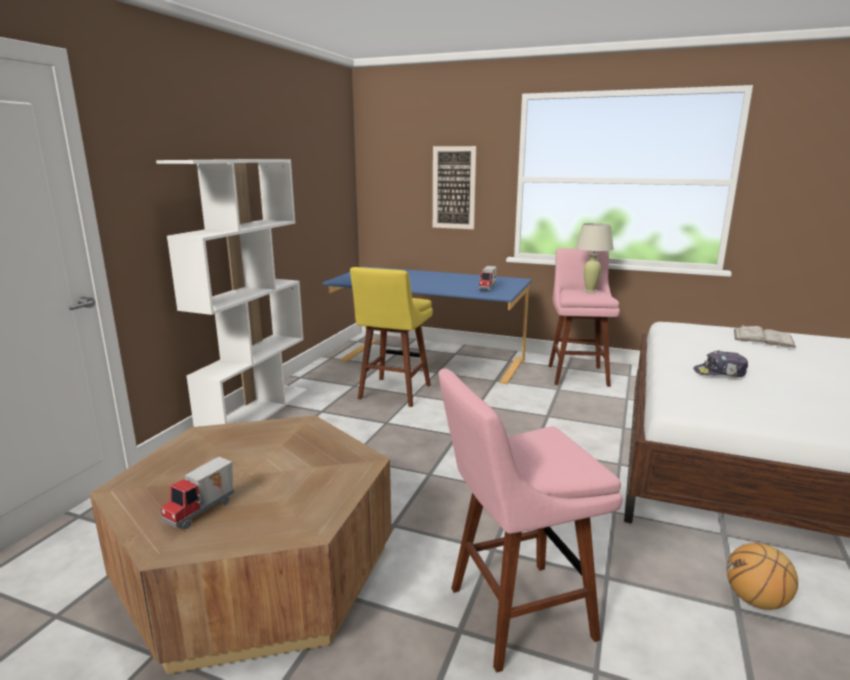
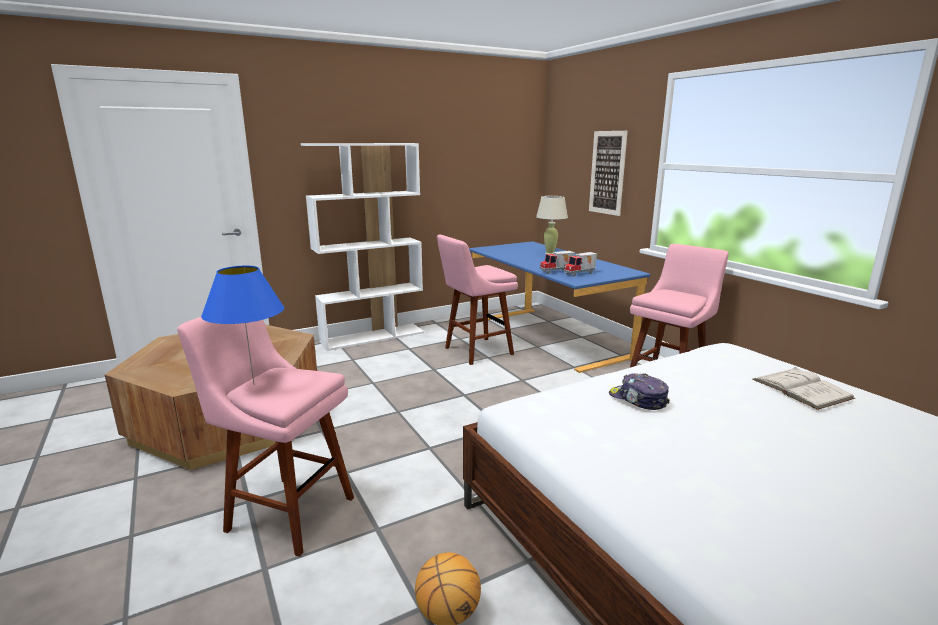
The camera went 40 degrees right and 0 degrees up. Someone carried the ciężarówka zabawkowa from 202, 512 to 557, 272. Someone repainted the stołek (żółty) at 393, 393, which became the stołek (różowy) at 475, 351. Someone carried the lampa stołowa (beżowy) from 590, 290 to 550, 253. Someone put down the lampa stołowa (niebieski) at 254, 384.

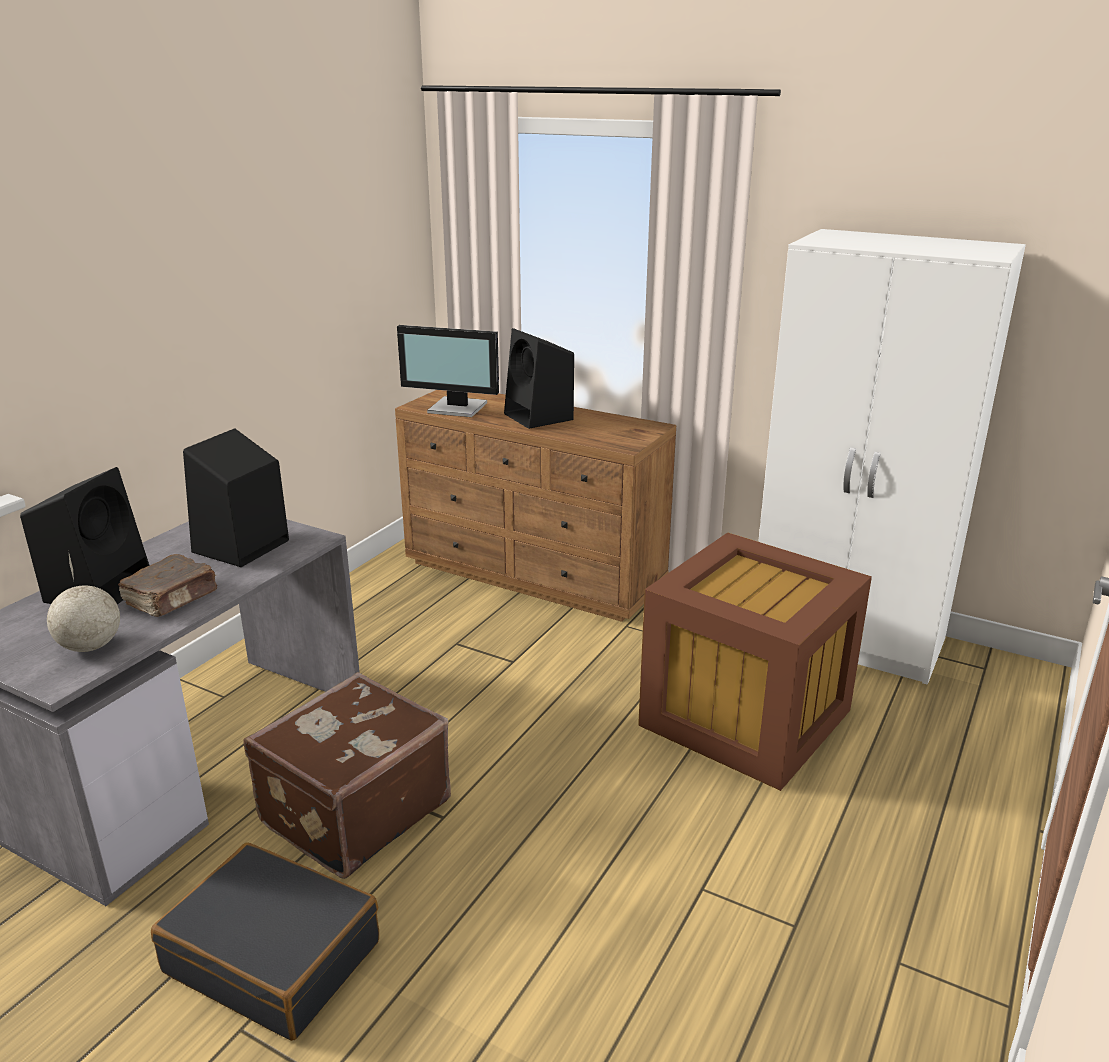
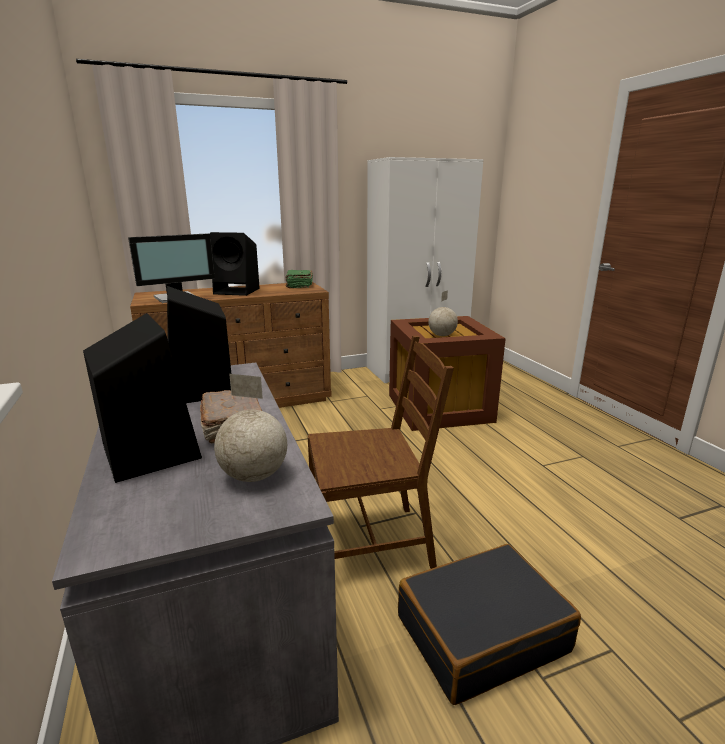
The camera went 50 degrees left and 5 degrees down. Someone swapped the walizka (brązowy) at 352, 811 for the krzesło (brązowy) at 371, 543. Someone put down the książka (zielony) at 299, 285. Someone put down the globus at 442, 335.

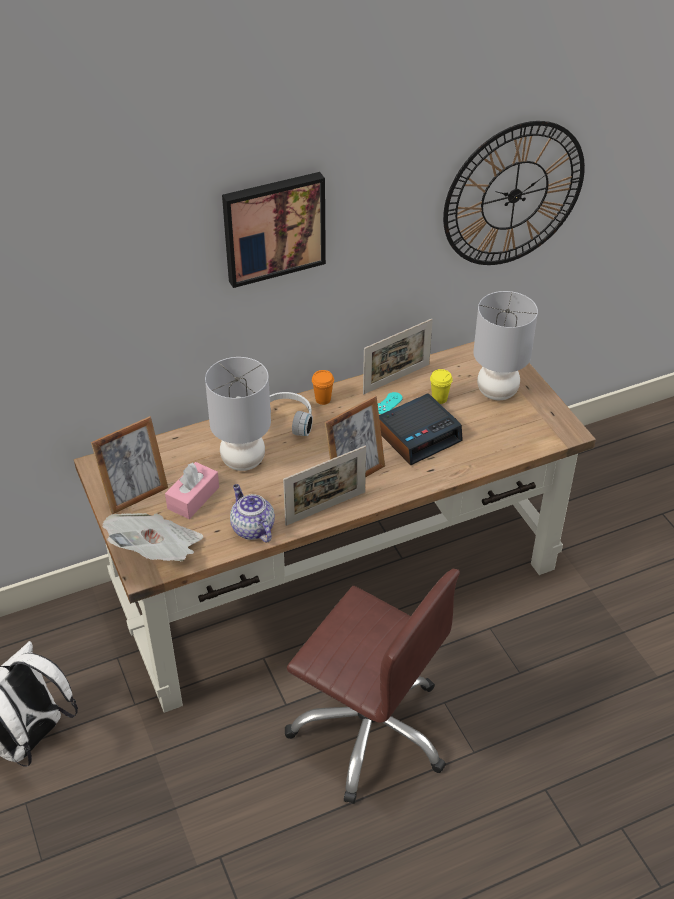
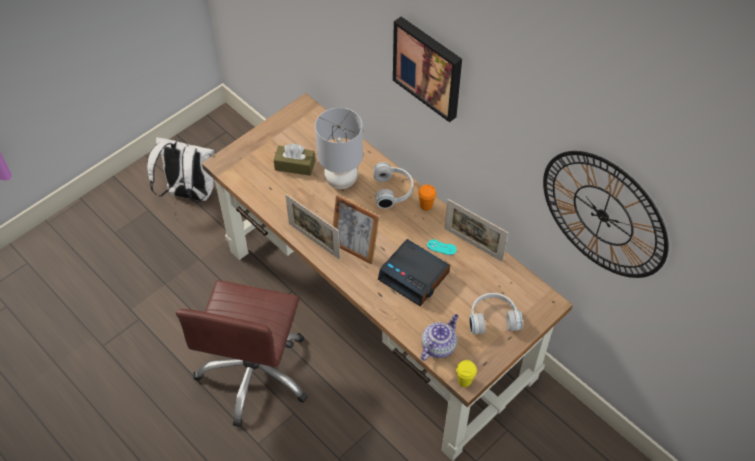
The camera went 70 degrees right and 10 degrees up. Someone took away the ramka na zdjęcie at 136, 495. Someone took away the gazeta at 157, 552. Someone repainted the pudełko chusteczek (różowy) at 193, 498, which became the pudełko chusteczek (brązowy) at 295, 165. Someone carried the imbryk from 252, 528 to 438, 345. Someone carried the filiżanka (żółty) from 439, 399 to 464, 381. Someone swapped the lampa stołowa (szary) at 497, 391 for the słuchawki (biały) at 492, 317.

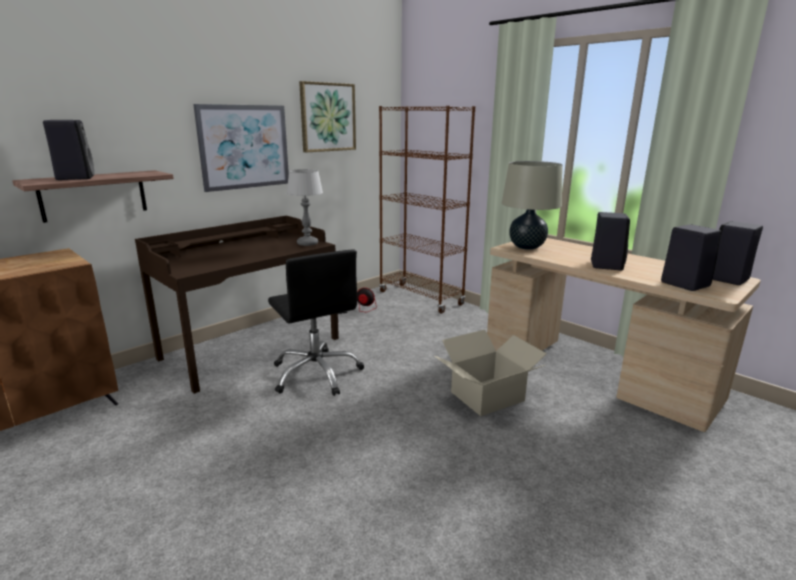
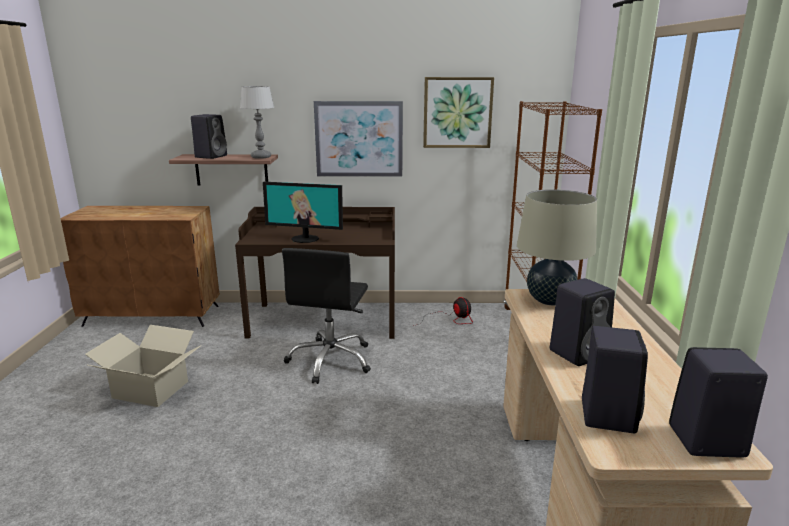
The camera went 45 degrees right and 0 degrees up. Someone carried the lampa stołowa from 308, 243 to 261, 157. Someone carried the karton from 488, 396 to 150, 390. Someone put down the monitor at 305, 238.

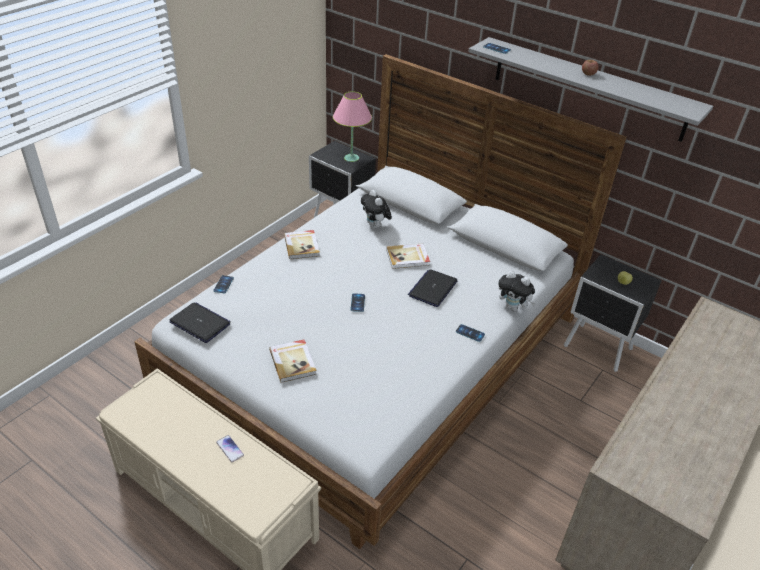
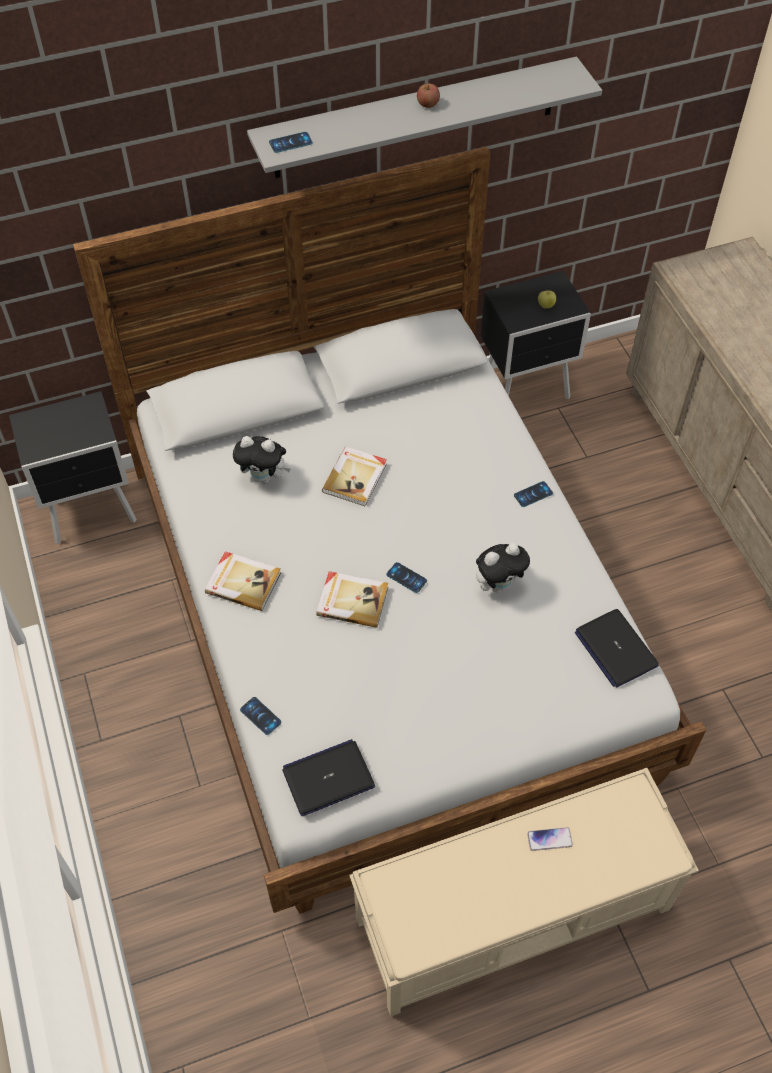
The camera went 55 degrees left and 15 degrees up. Someone carried the książka from 293, 362 to 352, 600. Someone took away the lampa stołowa (różowy) at 351, 158. Someone carried the laptop from 433, 288 to 615, 648. Someone carried the pluszak from 513, 307 to 499, 584.

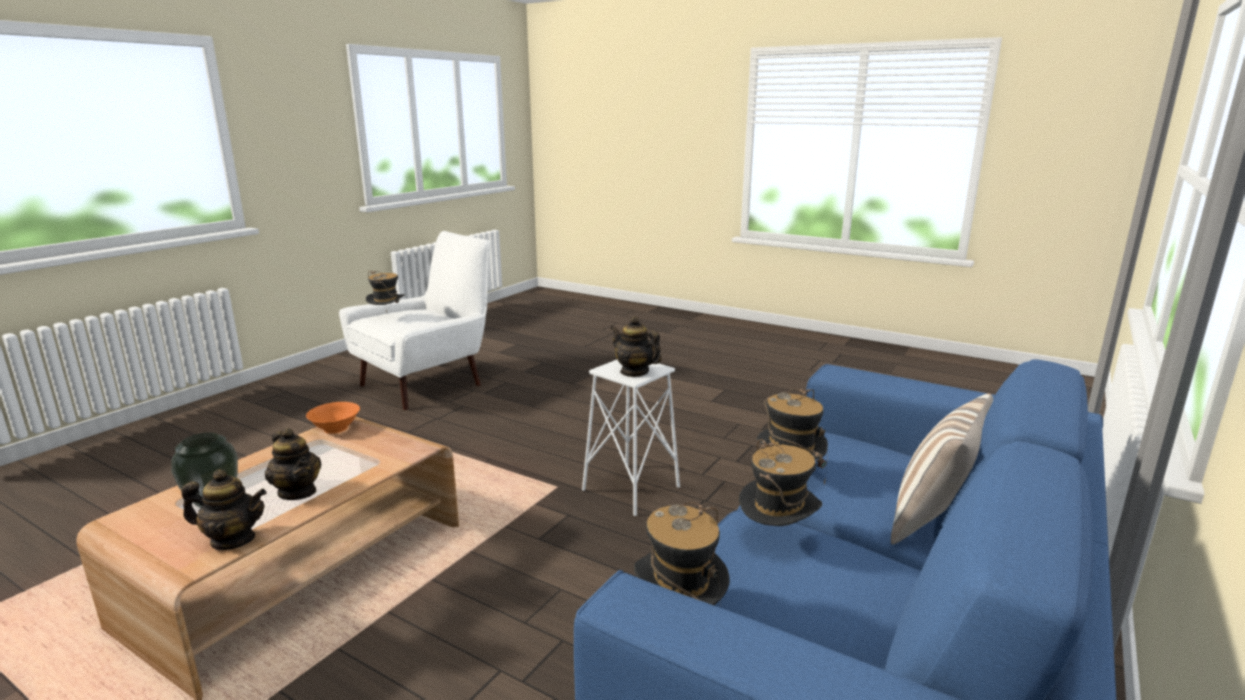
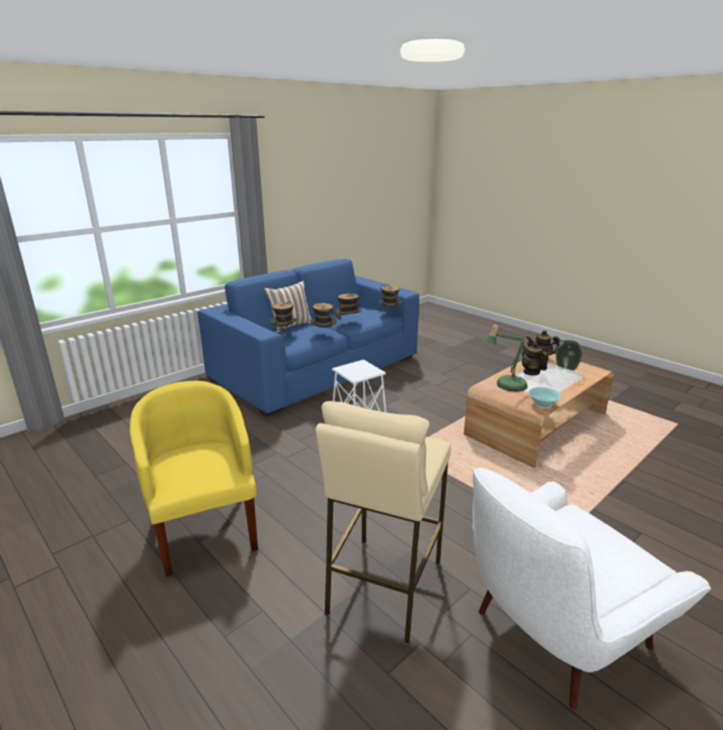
The camera went 165 degrees left and 5 degrees up. Someone repainted the miska (pomarańczowy) at 335, 428, which became the miska (turkusowy) at 543, 404. Someone carried the kapelusz from 387, 318 to 284, 335. Someone took away the imbryk at 634, 372. Someone put down the fotel (żółty) at 205, 529. Someone put down the stołek (beżowy) at 383, 587. Someone put down the lampa stołowa at 507, 385.

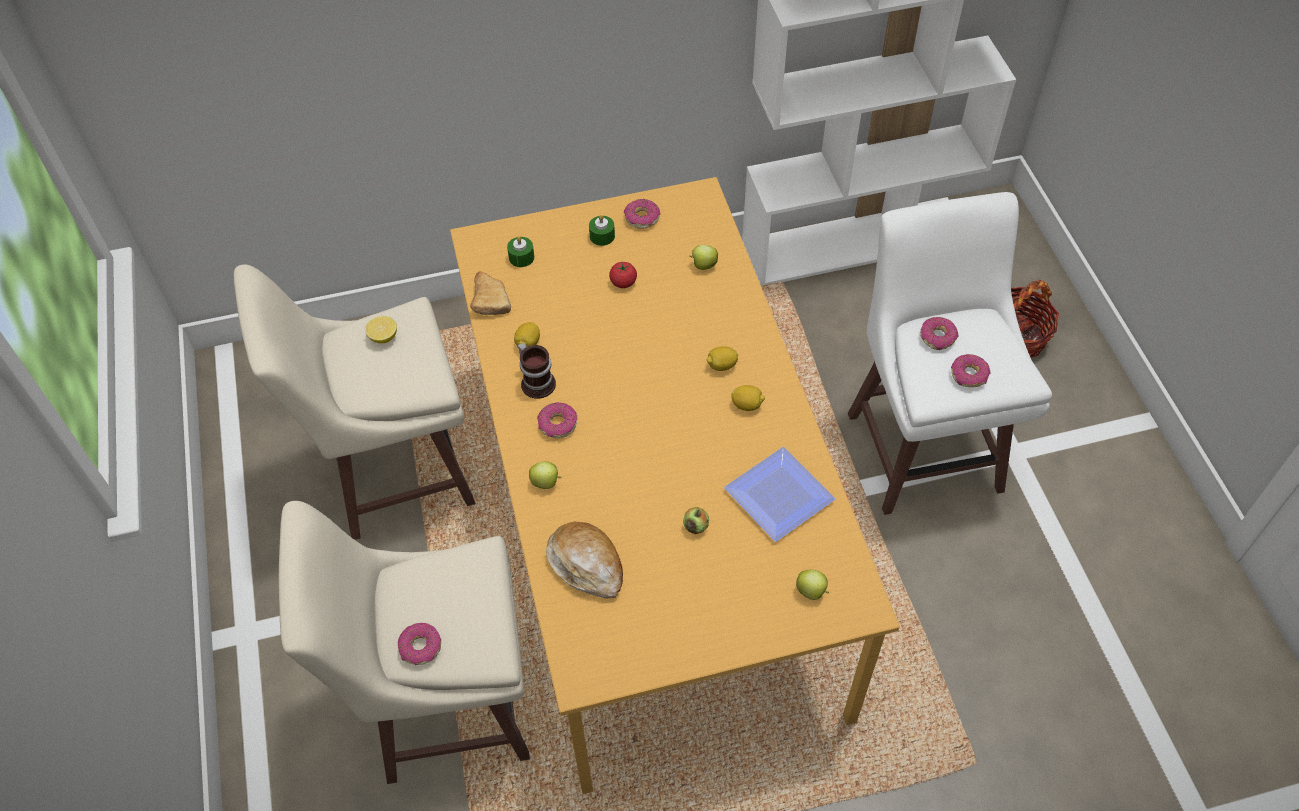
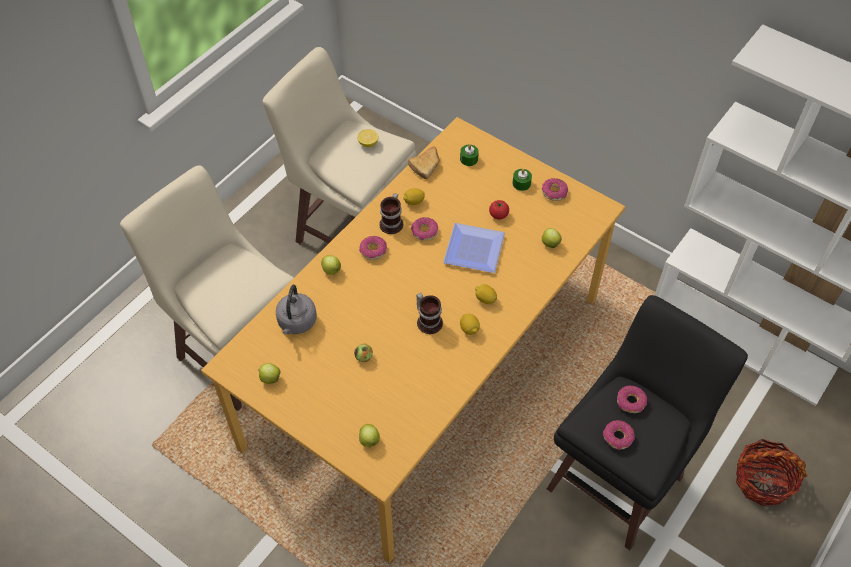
The camera went 50 degrees right and 0 degrees up. Someone carried the donut from 420, 647 to 424, 232. Someone swapped the chleb at 587, 564 for the czajnik (szary) at 296, 323. Someone carried the talerz from 783, 496 to 475, 251. Someone repainted the stołek (biały) at 923, 447, which became the stołek (czarny) at 618, 480. Someone put down the jabłko at 270, 378. Someone put down the kubek at 429, 320.

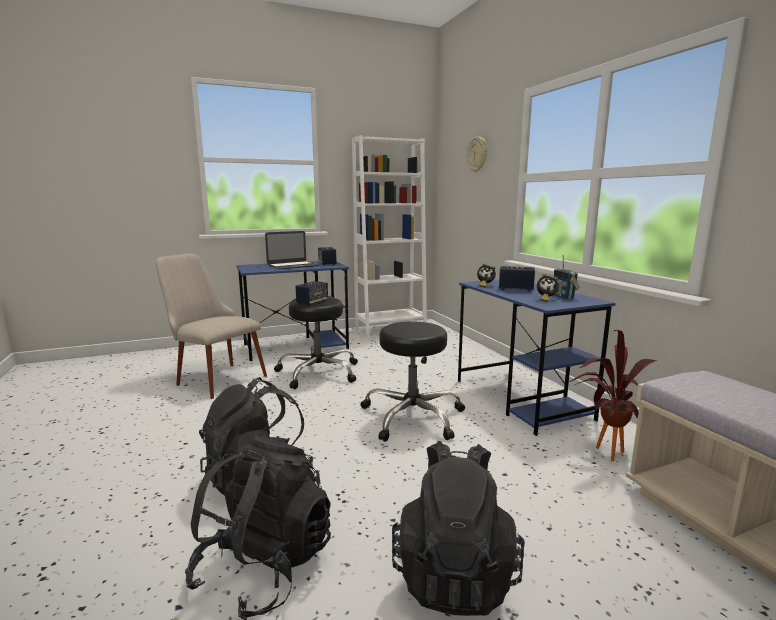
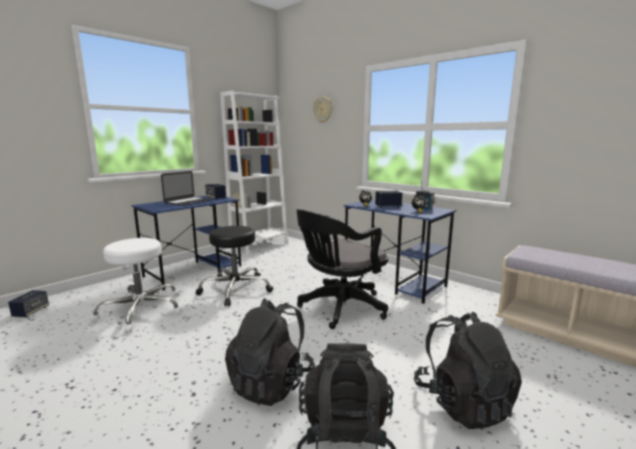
The camera went 25 degrees left and 0 degrees up. Someone swapped the krzesło (beżowy) at 213, 377 for the stołek (biały) at 142, 311. Someone carried the głośnik from 312, 302 to 31, 312. Someone swapped the stołek (czarny) at 413, 417 for the krzesło biurowe (czarny) at 339, 308. Someone took away the roślina doniczkowa at 602, 451.

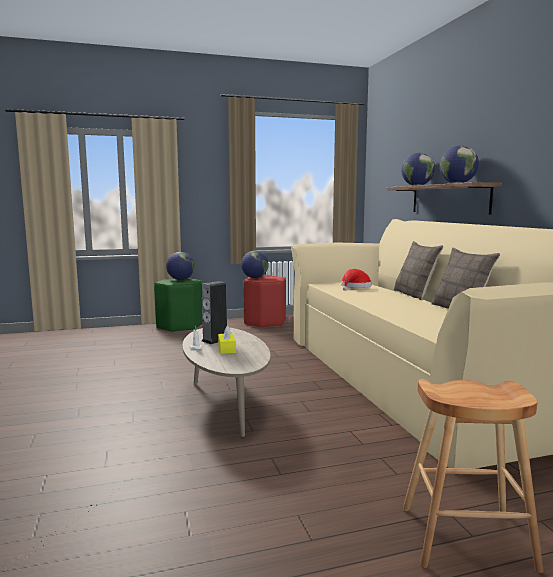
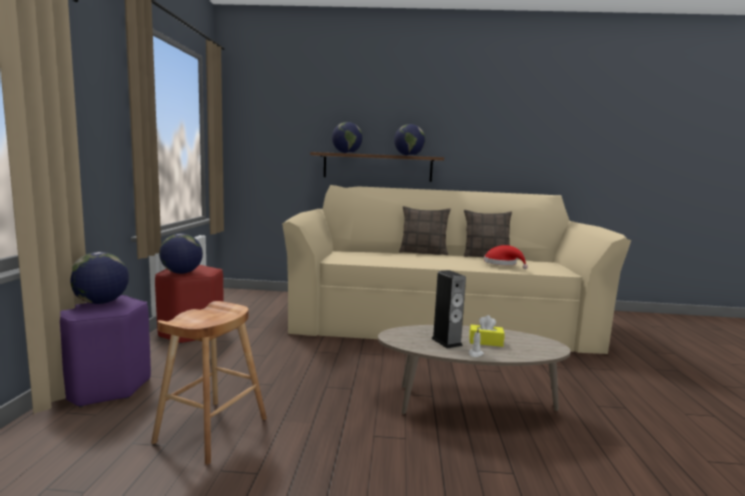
The camera went 70 degrees left and 0 degrees up. Someone repainted the stołek (zielony) at 179, 326, which became the stołek (fioletowy) at 104, 387. Someone carried the kapelusz (czerwony) from 355, 287 to 502, 264. Someone carried the stołek (brązowy) from 466, 538 to 212, 430.

